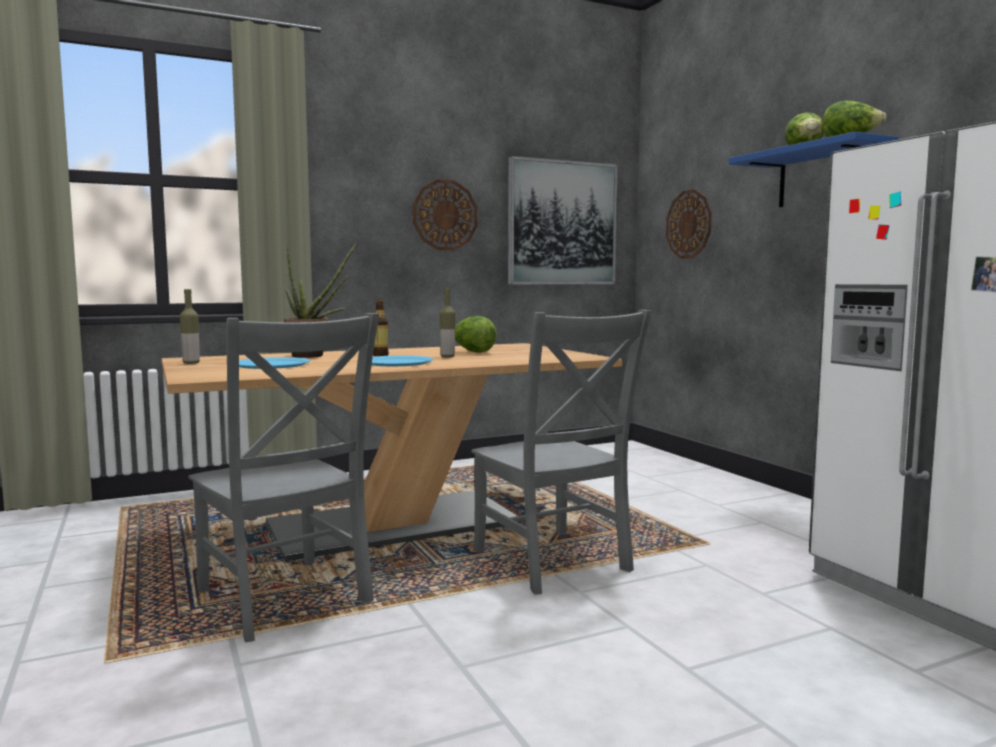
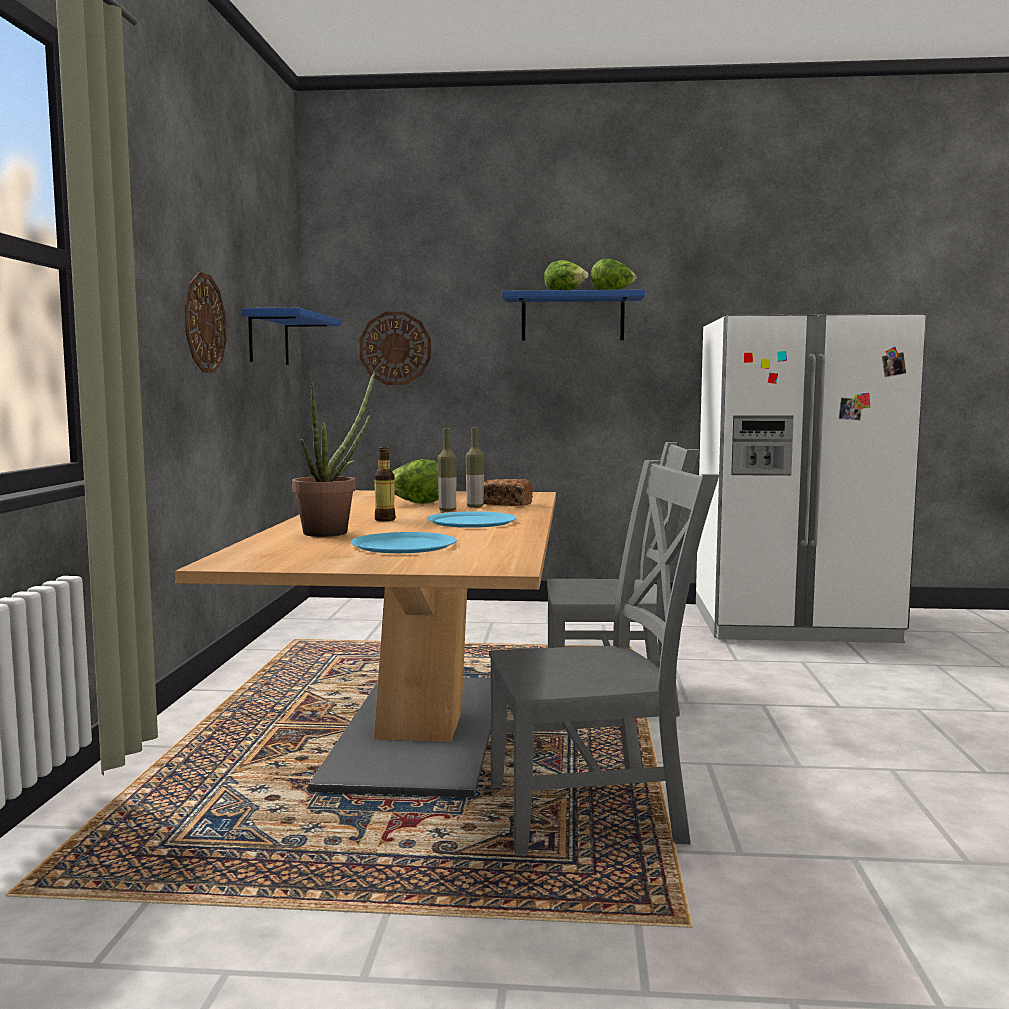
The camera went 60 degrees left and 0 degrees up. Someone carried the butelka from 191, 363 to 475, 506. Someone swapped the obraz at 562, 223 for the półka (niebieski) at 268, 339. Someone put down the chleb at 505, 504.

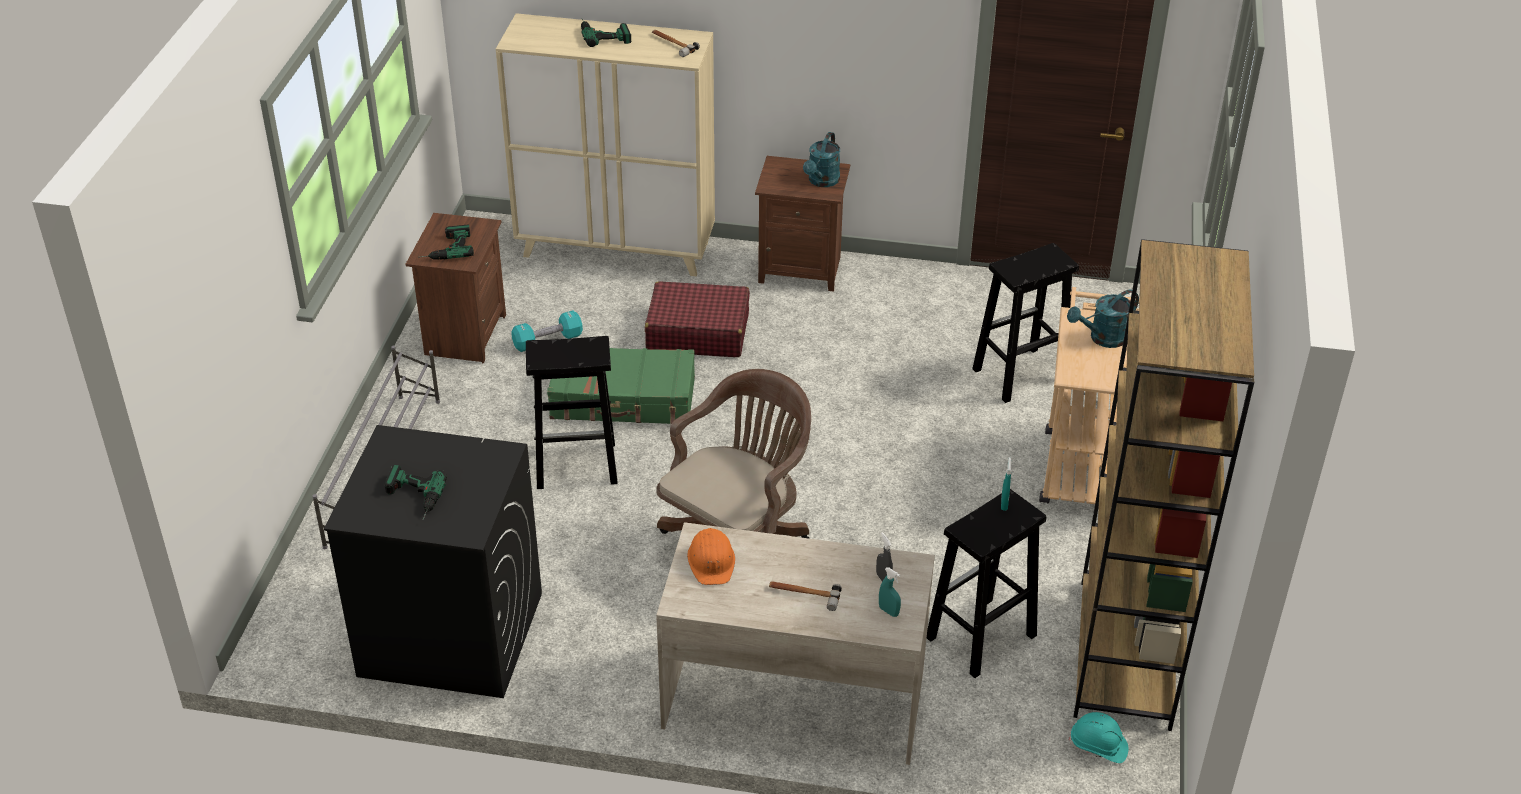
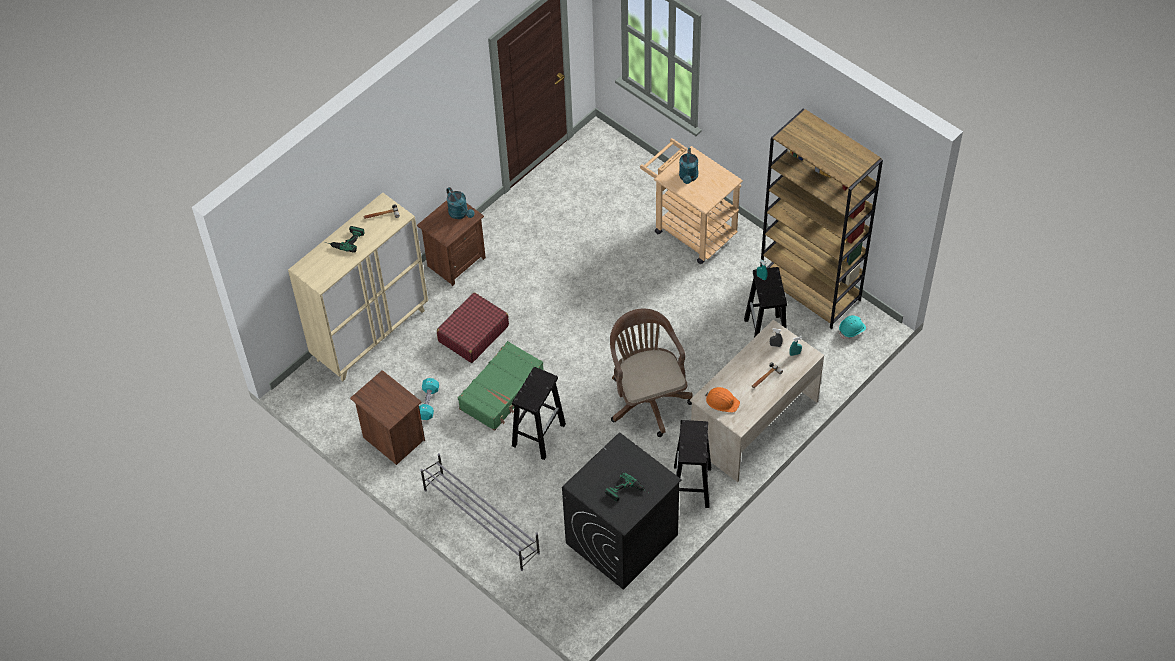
The camera went 55 degrees left and 15 degrees up. Someone took away the wiertarka at 445, 248. Someone carried the stołek (czarny) from 1018, 375 to 691, 487.

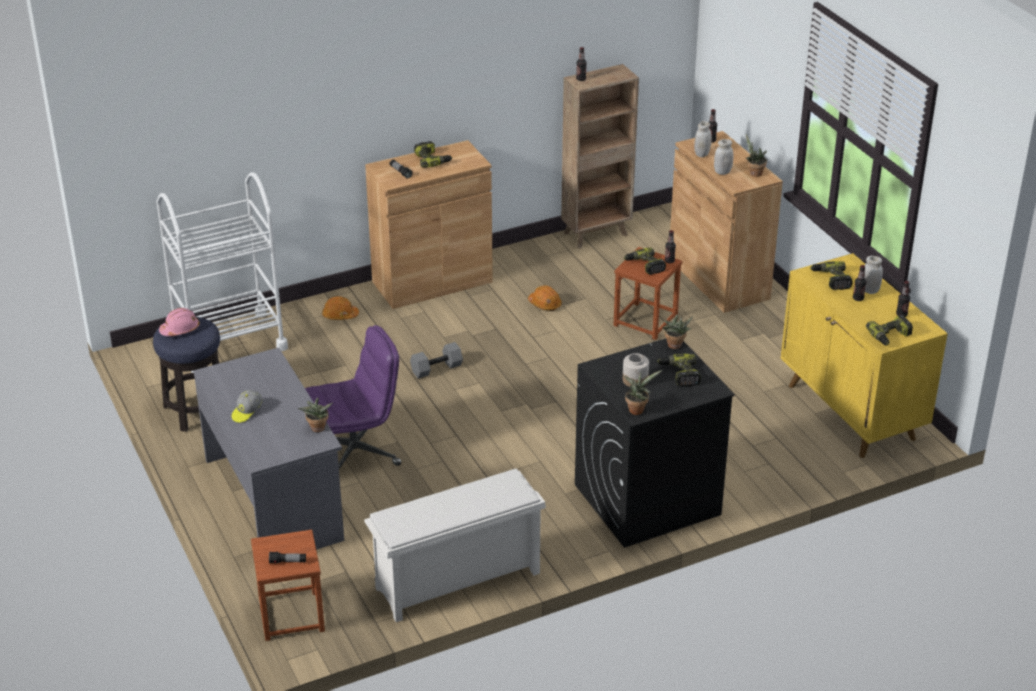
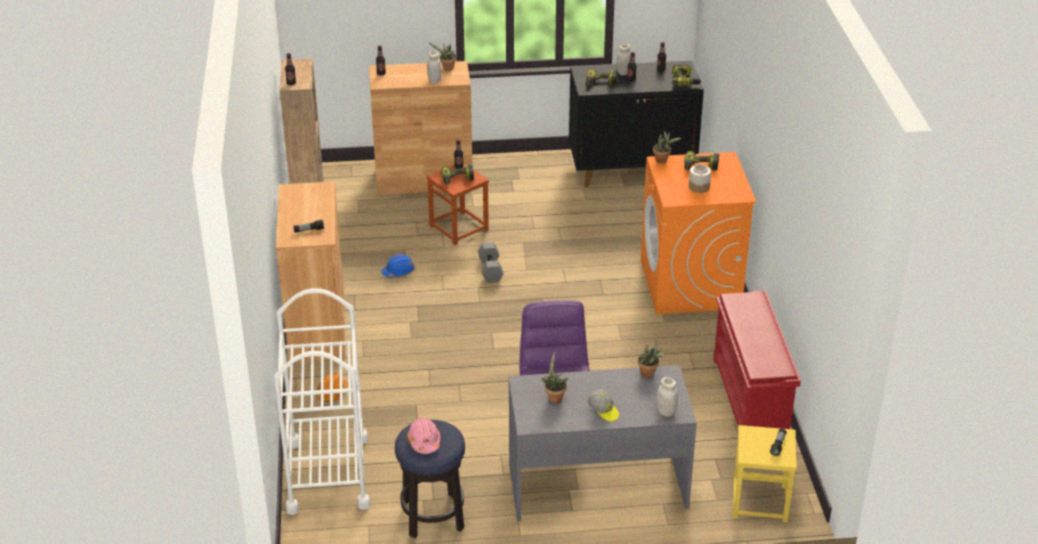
The camera went 70 degrees left and 0 degrees up. Someone repainted the stołek (brązowy) at 292, 615, which became the stołek (żółty) at 760, 500. Someone repainted the regał na buty (biały) at 456, 582, which became the regał na buty (czerwony) at 750, 400. Someone carried the hantel (szary) from 436, 368 to 489, 270. Someone took away the wiertarka at 432, 160. Someone repainted the kask (pomarańczowy) at 545, 304, which became the kask (niebieski) at 399, 272. Someone repainted the pralka (czarny) at 646, 500, which became the pralka (pomarańczowy) at 690, 285. Someone carried the roślina doniczkowa from 637, 409 to 554, 397. Someone carried the słoik (biały) from 702, 154 to 666, 412. Someone repainted the szafka (żółty) at 851, 412, which became the szafka (czarny) at 632, 170.

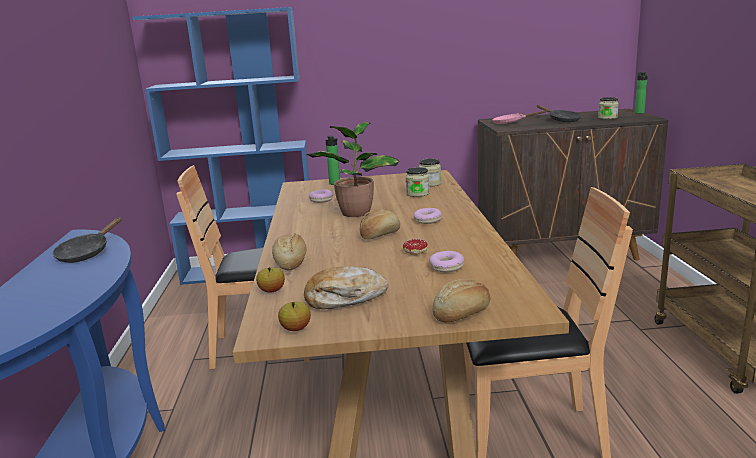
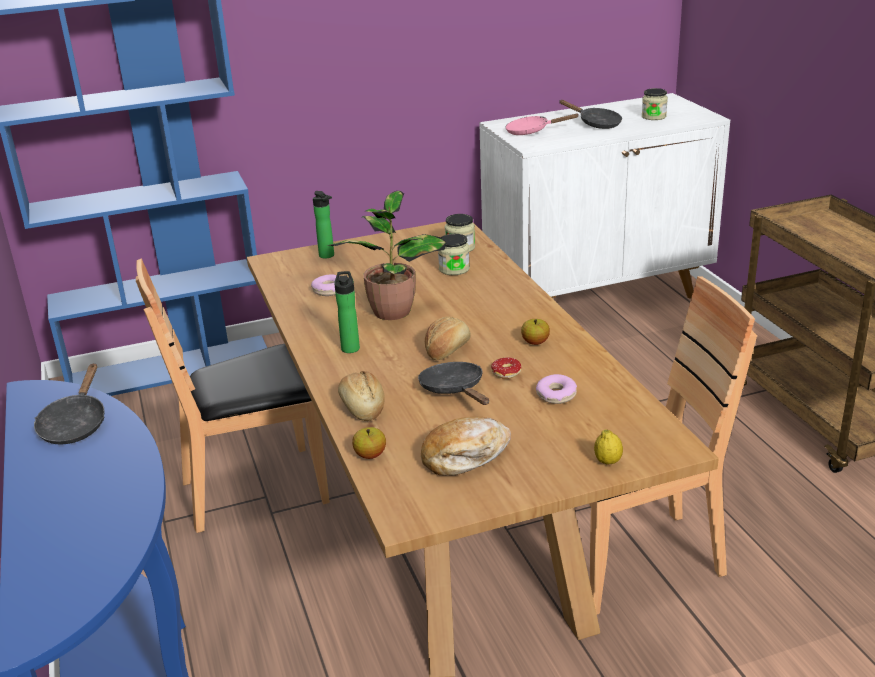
The camera went 15 degrees left and 10 degrees up. Someone carried the jabłko from 296, 329 to 535, 342. Someone took away the donut at 427, 220. Someone swapped the chleb at 463, 314 for the cytryna at 608, 462. Someone repainted the szafka (brązowy) at 563, 253, which became the szafka (biały) at 598, 295. Someone carried the butelka from 639, 112 to 350, 347. Someone put down the patelnia (czarny) at 454, 389.

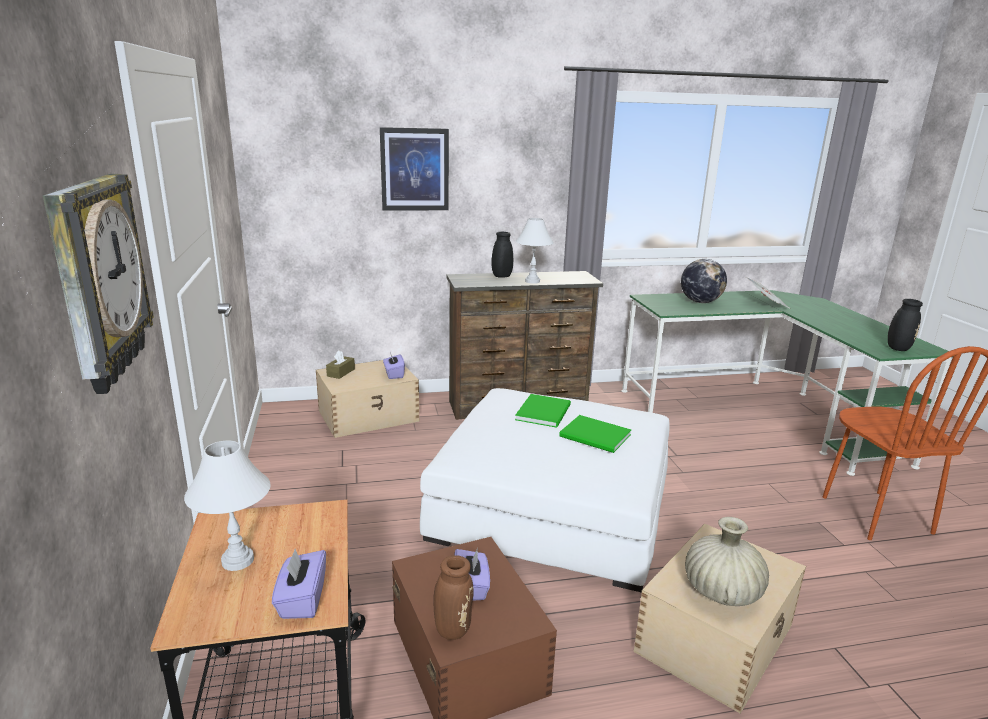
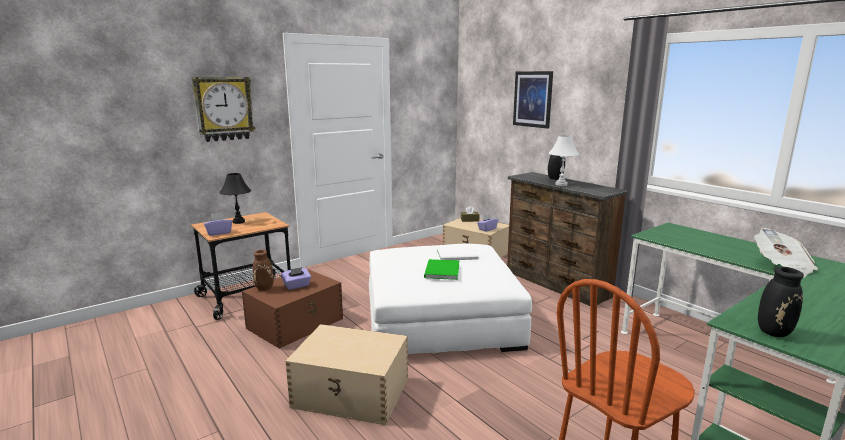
The camera went 65 degrees right and 5 degrees down. Someone repainted the lampa stołowa (biały) at 238, 560, which became the lampa stołowa (czarny) at 239, 222. Someone repainted the książka (zielony) at 545, 412, which became the książka (biały) at 458, 255. Someone took away the globus at 700, 302. Someone took away the wazon (beżowy) at 721, 592.

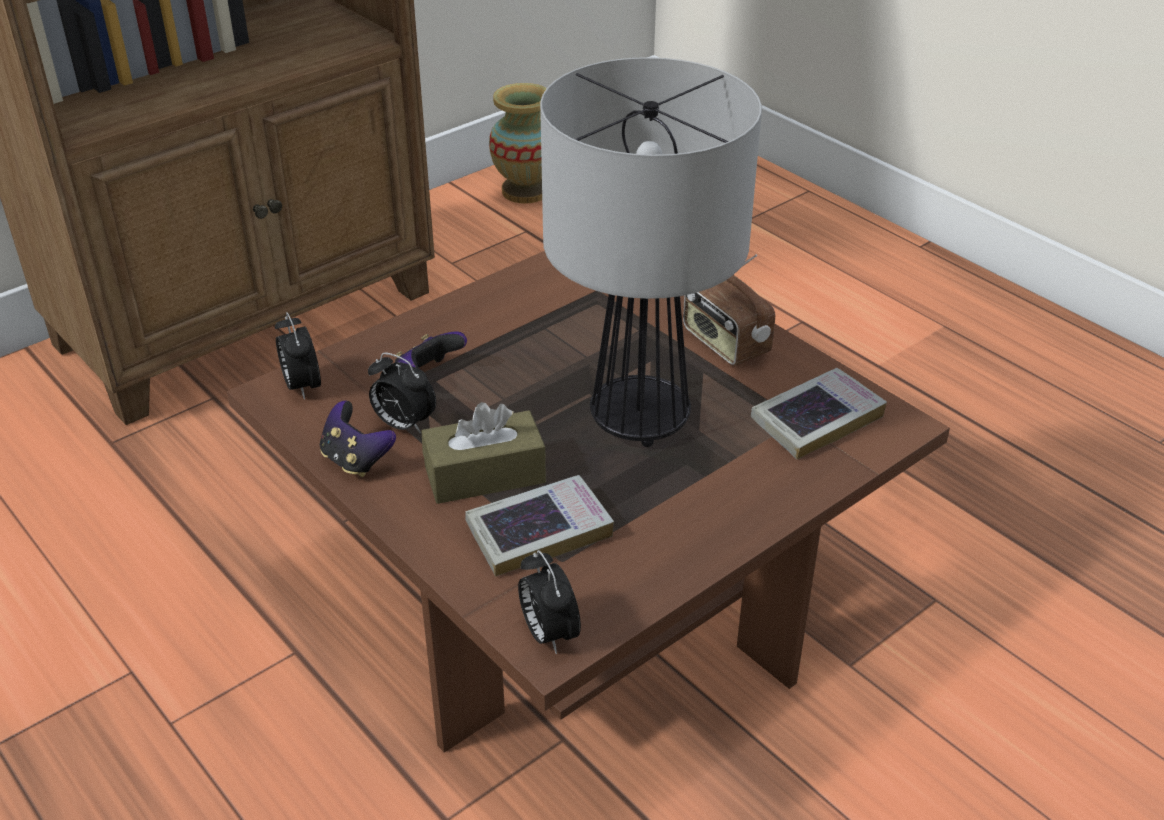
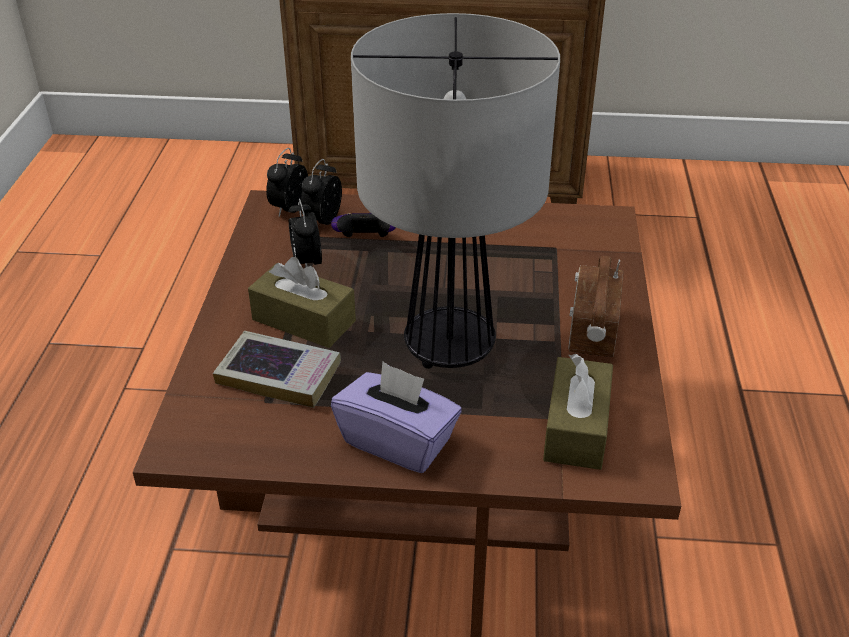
The camera went 45 degrees right and 0 degrees up. Someone took away the pad do gier at 356, 460. Someone took away the wazon at 525, 191. Someone carried the budzik from 548, 633 to 322, 220. Someone swapped the książka at 816, 420 for the pudełko chusteczek (brązowy) at 576, 428. Someone put down the pudełko chusteczek (fioletowy) at 398, 441.

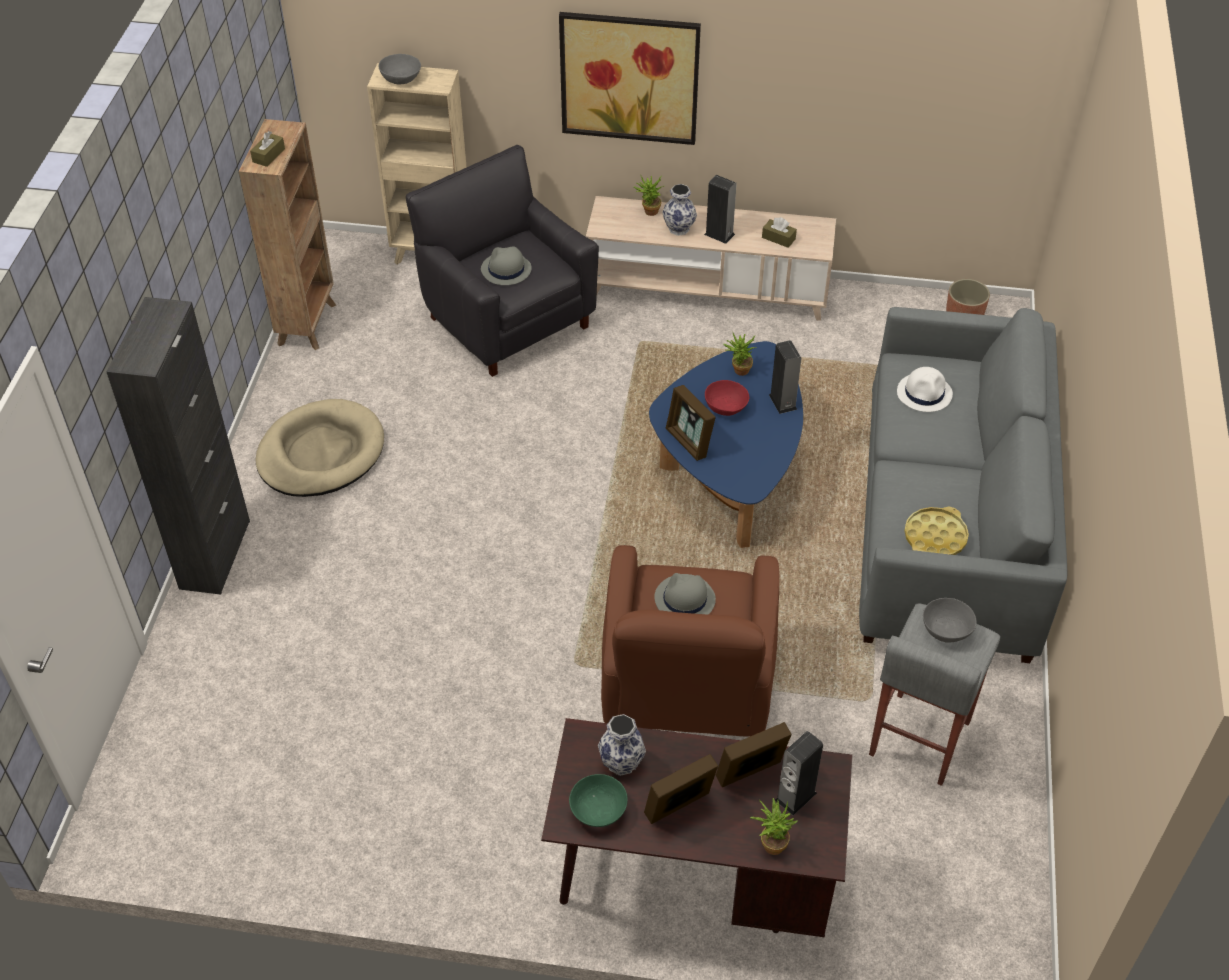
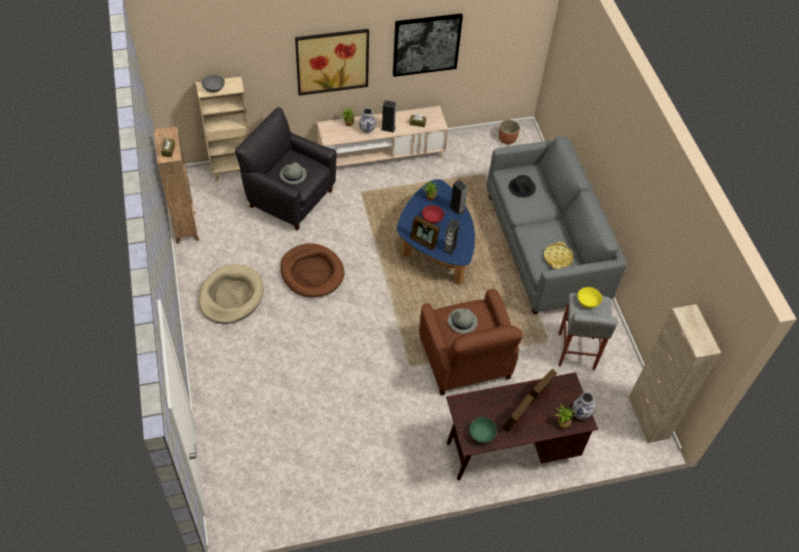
The camera went 25 degrees left and 5 degrees up. Someone took away the szafka (czarny) at 215, 554. Someone carried the wazon from 622, 763 to 581, 413. Someone carried the głośnik from 795, 796 to 450, 248. Someone repainted the kapelusz (biały) at 924, 393, which became the kapelusz (czarny) at 522, 187. Someone repainted the miska (szary) at 946, 629, which became the miska (żółty) at 587, 302. Someone put down the legowisko (brązowy) at 312, 272. Someone put up the obraz at 426, 44. Someone put down the szafka (beżowy) at 648, 418.

